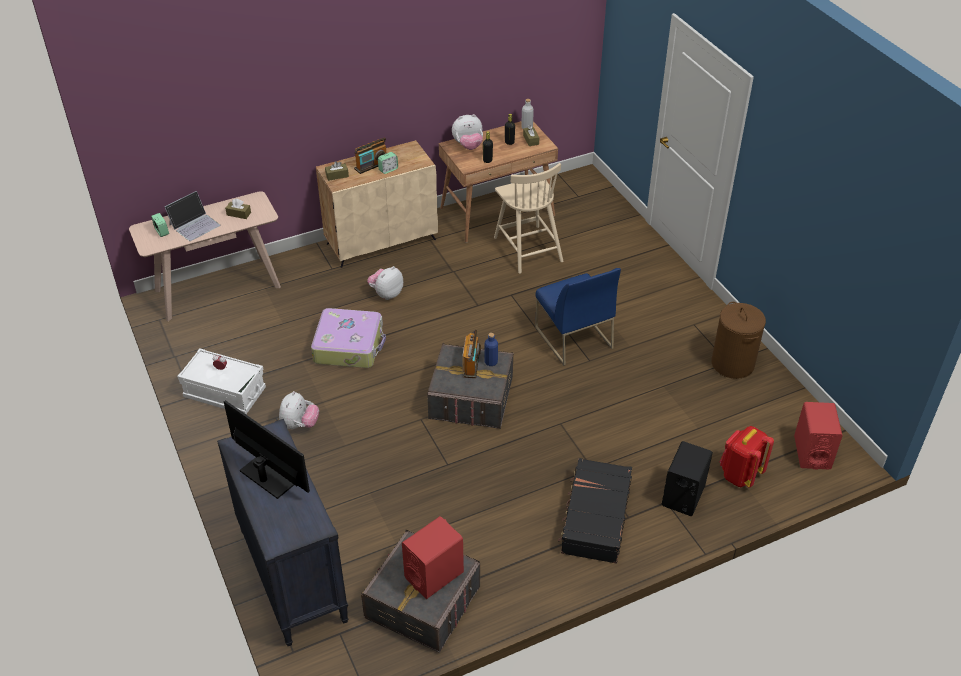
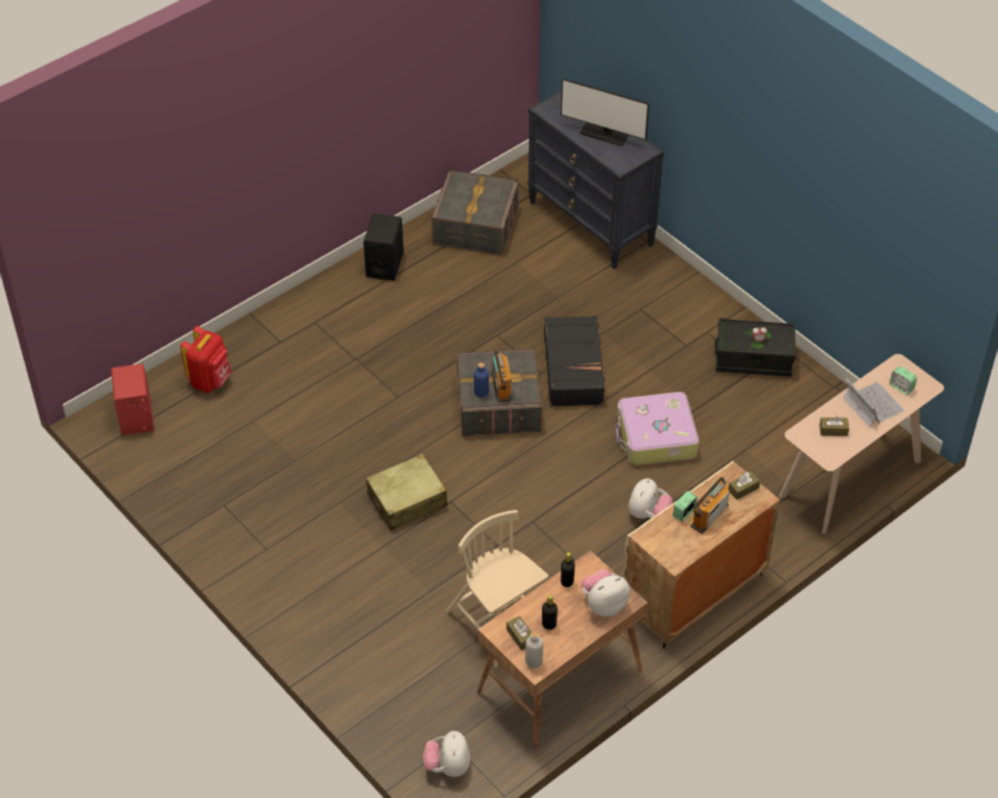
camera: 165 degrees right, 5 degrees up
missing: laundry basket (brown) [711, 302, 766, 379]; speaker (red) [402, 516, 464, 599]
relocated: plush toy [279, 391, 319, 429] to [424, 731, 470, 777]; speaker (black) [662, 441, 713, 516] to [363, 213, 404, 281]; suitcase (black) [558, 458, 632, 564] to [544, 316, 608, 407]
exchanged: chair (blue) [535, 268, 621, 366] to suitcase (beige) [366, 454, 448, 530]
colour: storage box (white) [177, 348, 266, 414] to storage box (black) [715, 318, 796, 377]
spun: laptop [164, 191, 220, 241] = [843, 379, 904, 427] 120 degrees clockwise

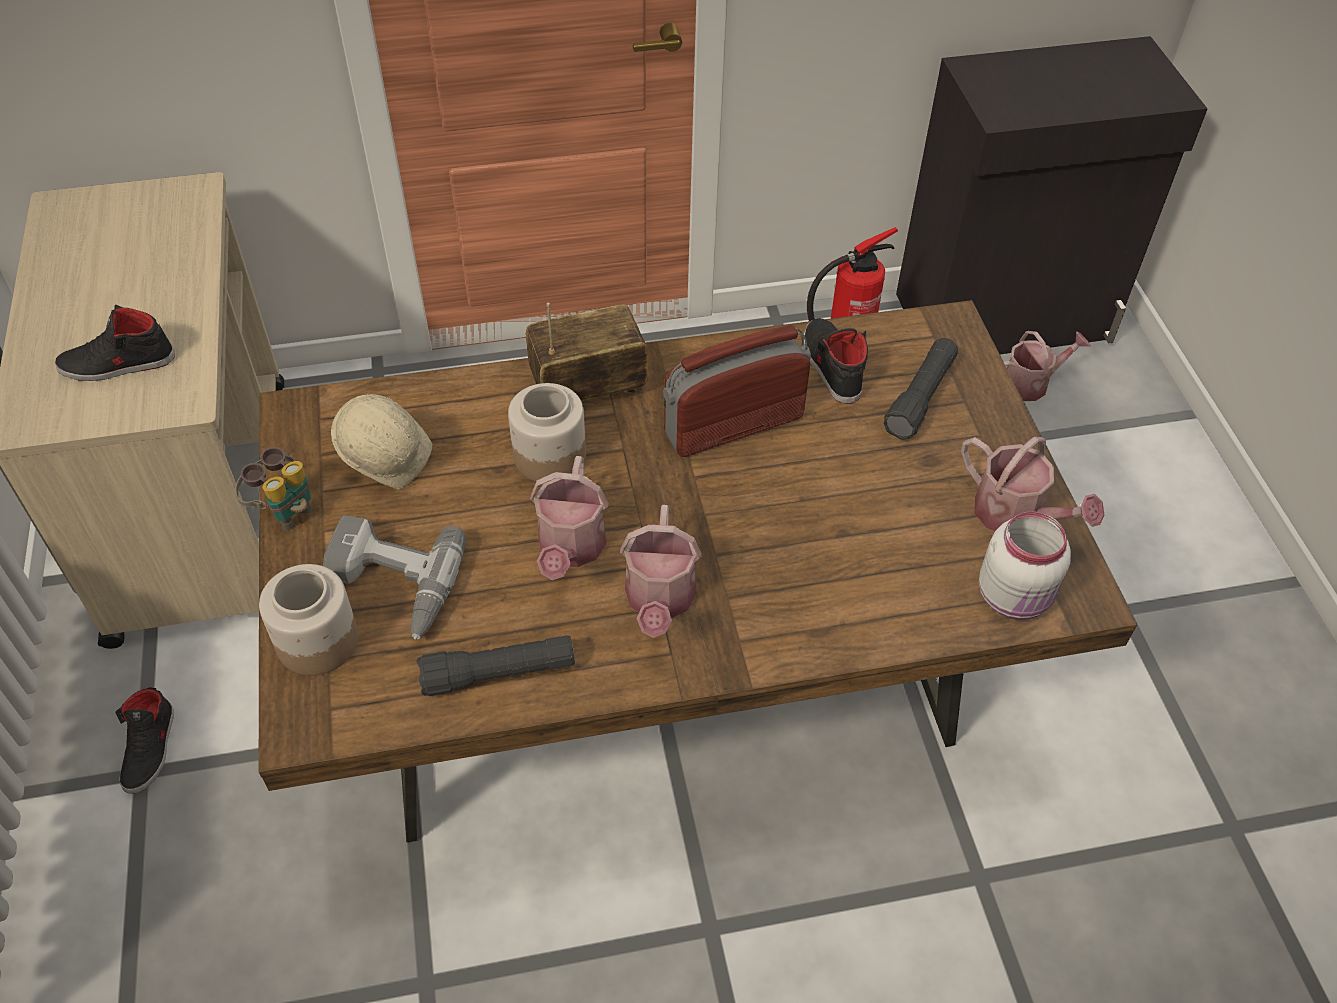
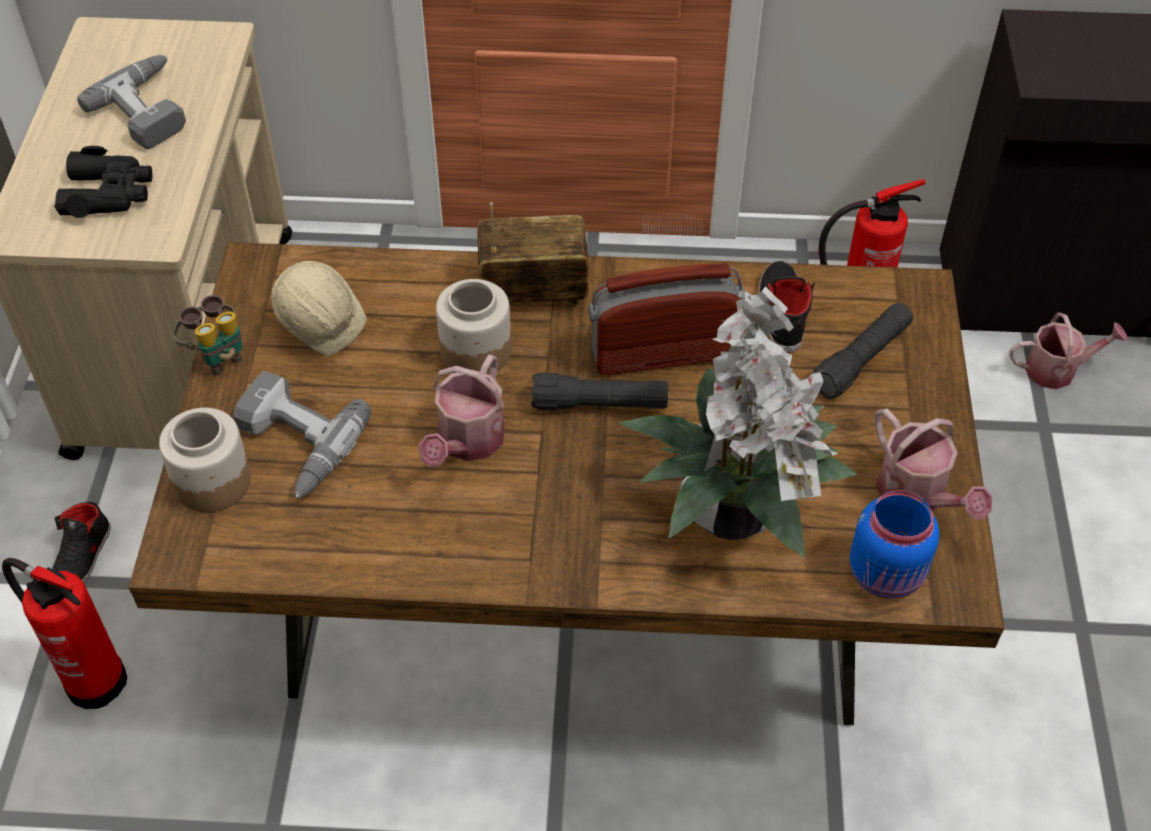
camera: 15 degrees right, 0 degrees up
missing: watering can [620, 505, 702, 638]
appeared: power drill [77, 55, 186, 149]; potted plant [619, 286, 857, 557]; fire extinguisher [2, 558, 127, 709]
relocated: flashlight (black) [416, 635, 575, 696] to [531, 373, 668, 410]
exchanged: shoe (black) [55, 305, 175, 381] to binoculars (black) [54, 146, 152, 218]
colour: jar (white) [979, 512, 1071, 620] to jar (blue) [849, 490, 939, 599]

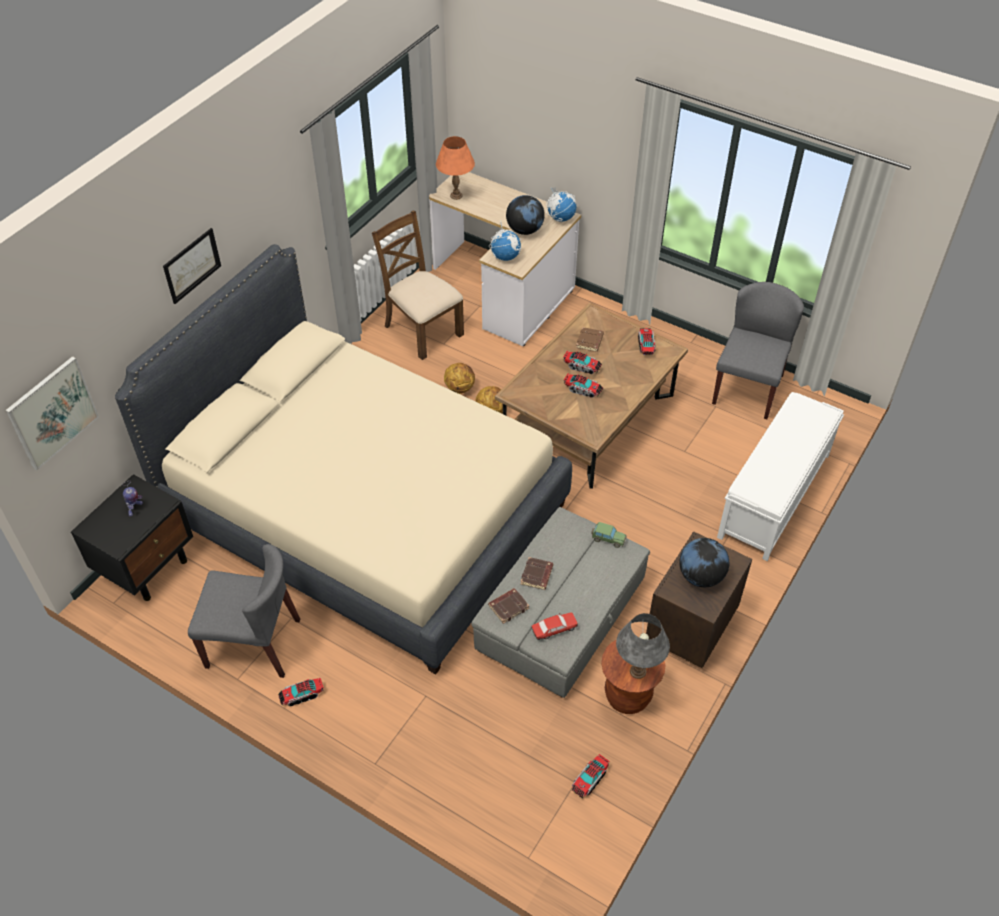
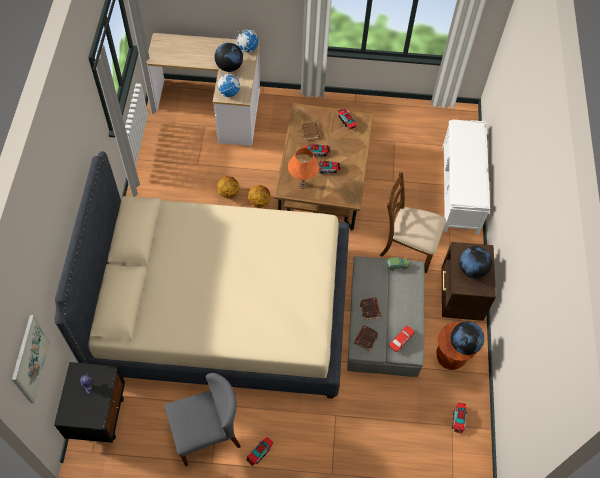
camera: 30 degrees left, 10 degrees up
missing: picture [163, 228, 221, 304]; chair (grey) [712, 282, 804, 419]
relocated: table lamp (orange) [436, 136, 475, 200] to [288, 148, 319, 189]; chair (brown) [372, 211, 464, 360] to [380, 172, 446, 273]
exchanged: table lamp (grey) [616, 613, 670, 679] to globe [451, 322, 484, 355]

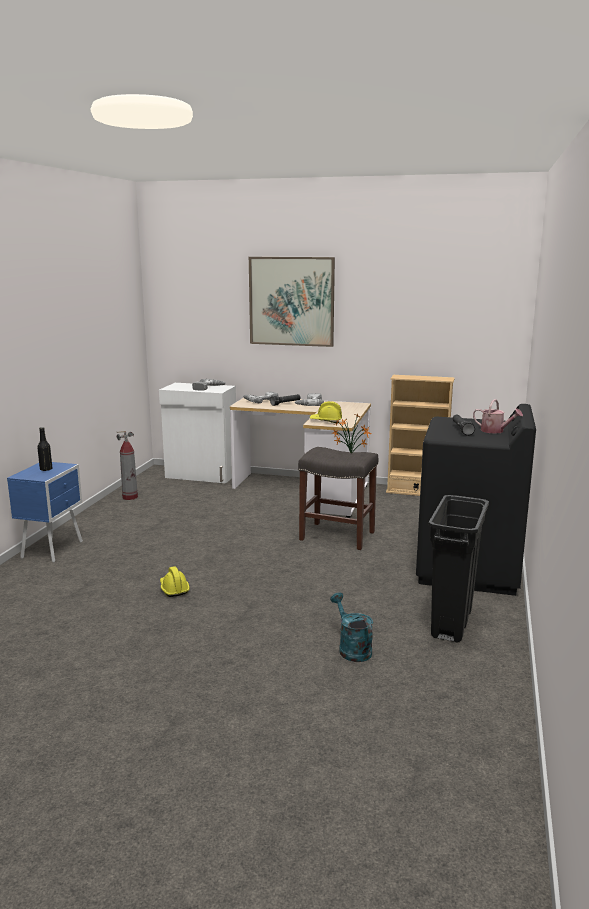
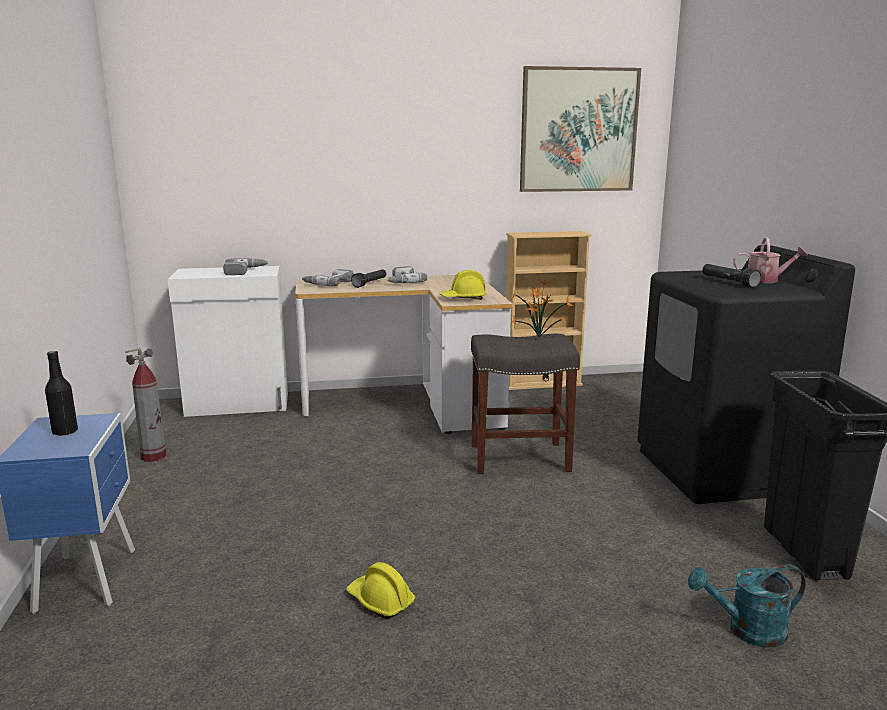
camera: 25 degrees left, 0 degrees up
relocated: picture [249, 257, 335, 347] to [520, 66, 641, 192]
spun: watering can (turquoise) [330, 593, 373, 662] = [688, 564, 806, 648] 45 degrees counterclockwise

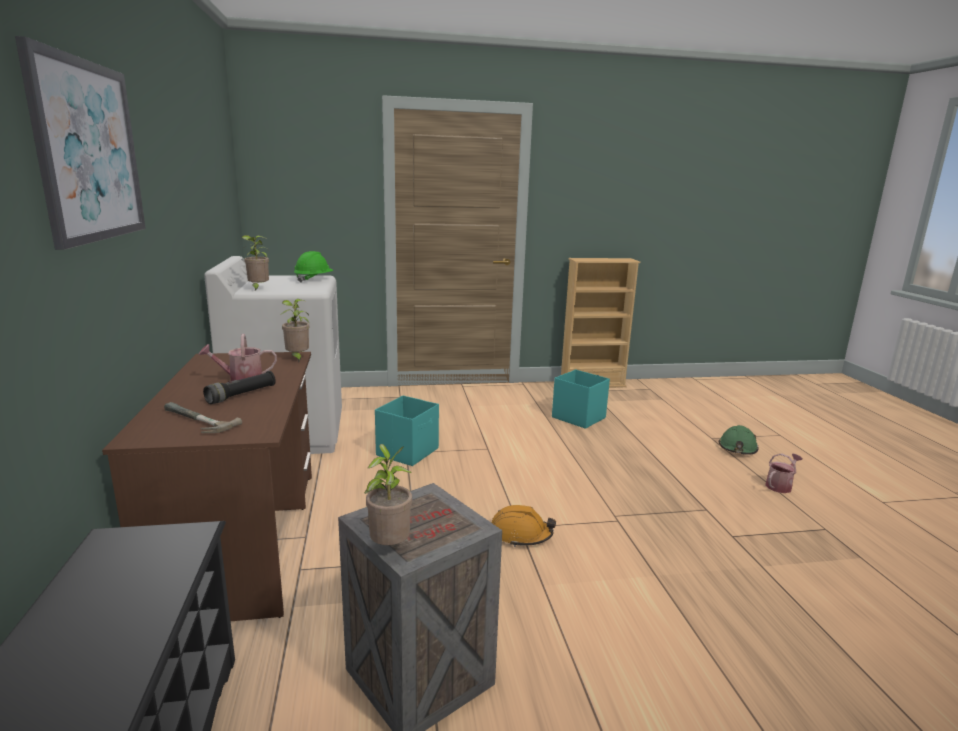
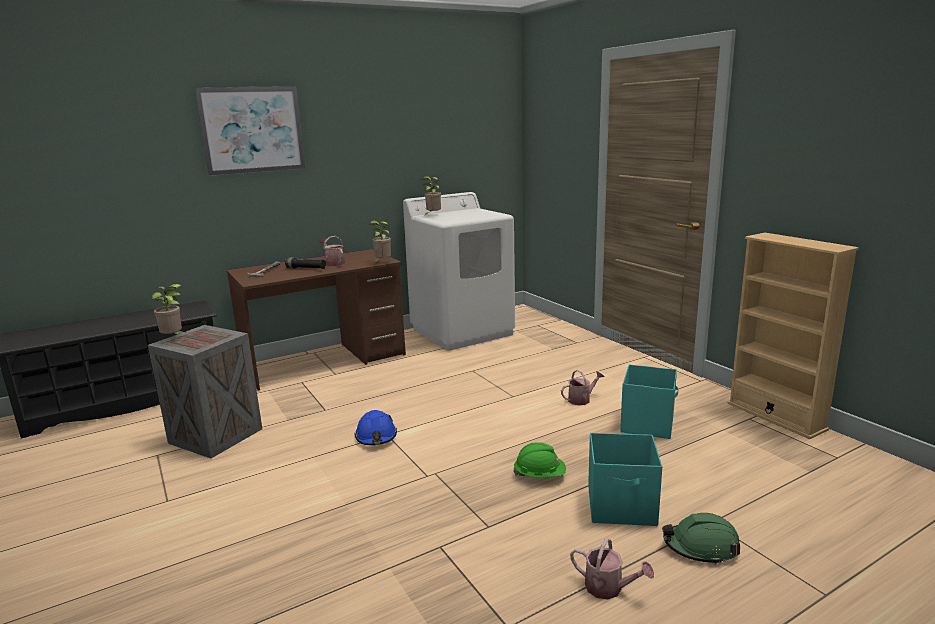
camera: 70 degrees right, 0 degrees up
appeared: watering can [561, 370, 604, 405]
relocated: hard hat (green) [294, 251, 334, 282] to [513, 442, 566, 477]; storage box (turquoise) [375, 395, 439, 466] to [588, 433, 662, 526]
colour: hard hat (orange) [492, 505, 556, 547] to hard hat (blue) [354, 410, 397, 445]

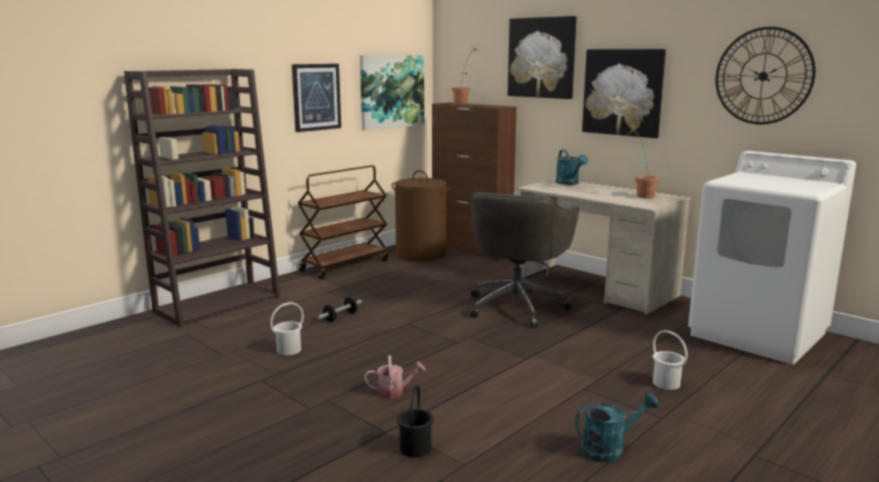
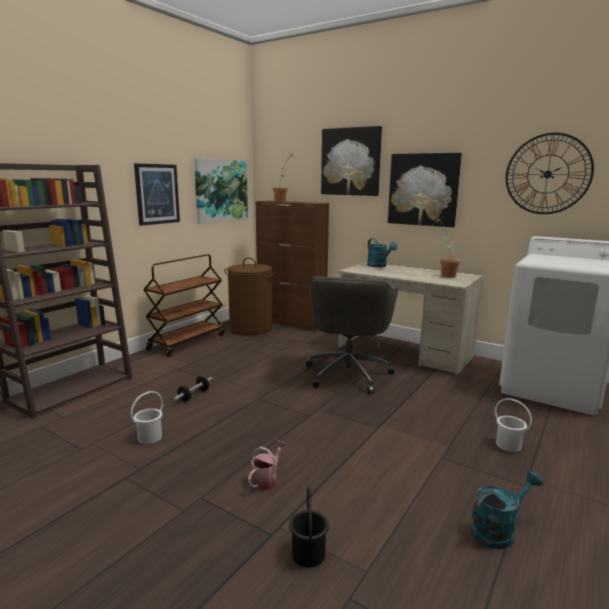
camera: 10 degrees left, 0 degrees up
spun: watering can [364, 355, 426, 399] = [248, 440, 287, 490] 45 degrees counterclockwise

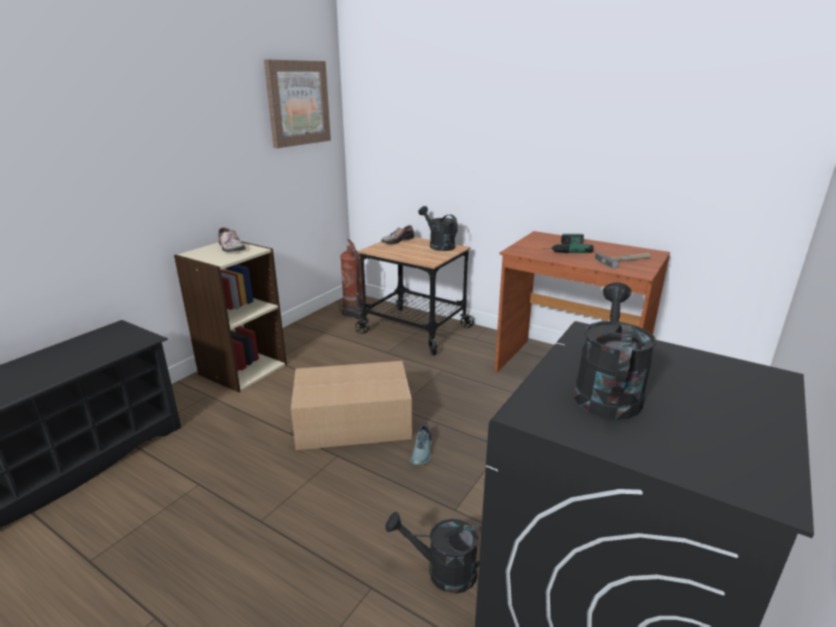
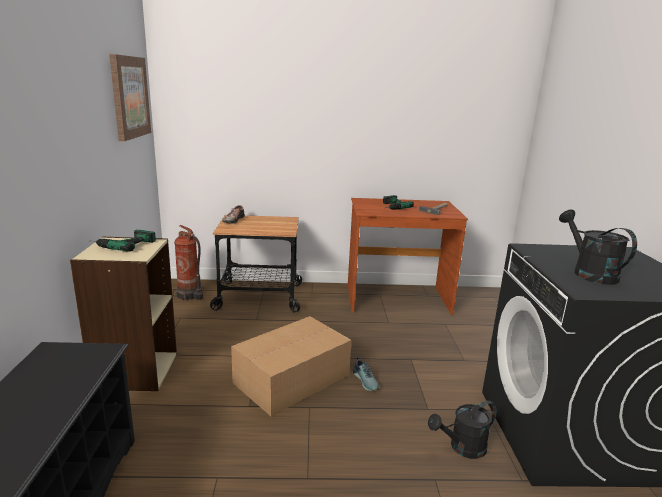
camera: 35 degrees left, 5 degrees down
missing: watering can (black) [418, 206, 458, 251]
exchanged: shoe [218, 227, 246, 252] to power drill [92, 230, 156, 252]

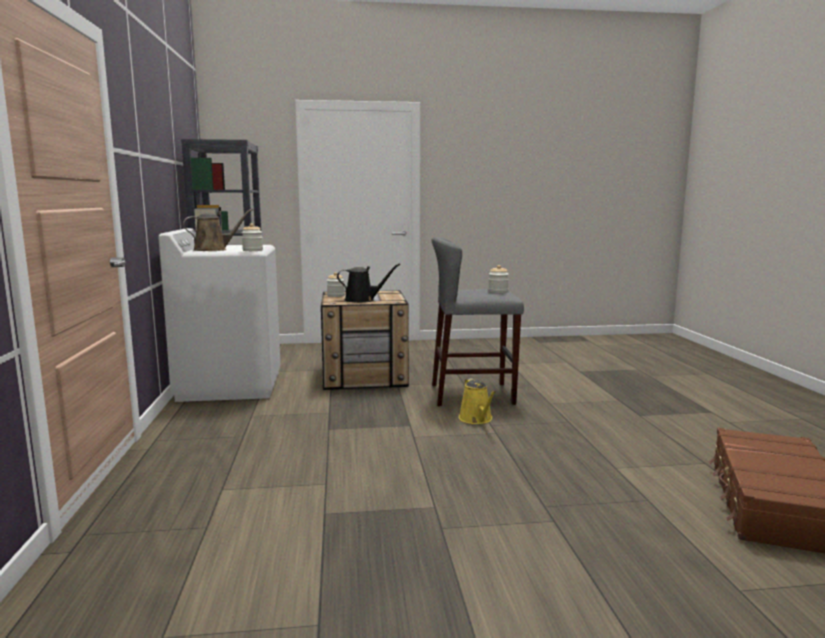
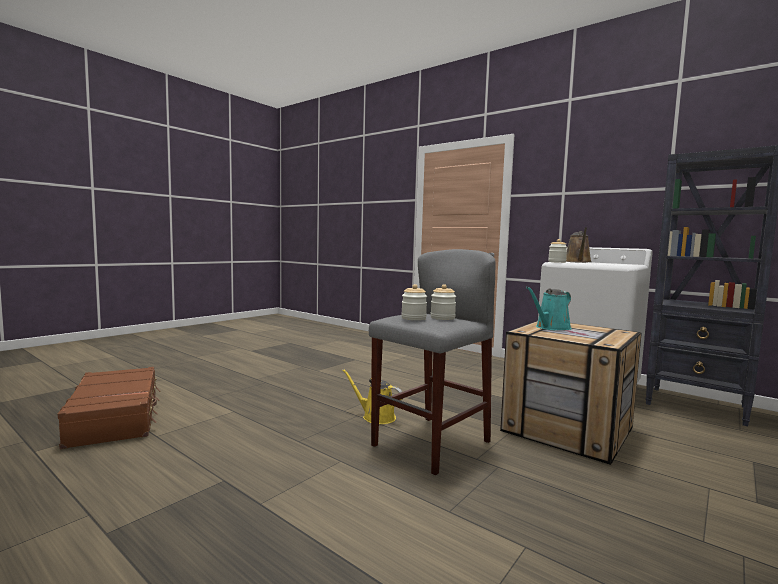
camera: 135 degrees right, 5 degrees down
relocated: jar [327, 272, 345, 297] to [431, 284, 456, 320]
colour: watering can (black) [337, 264, 400, 303] to watering can (turquoise) [526, 287, 572, 330]

